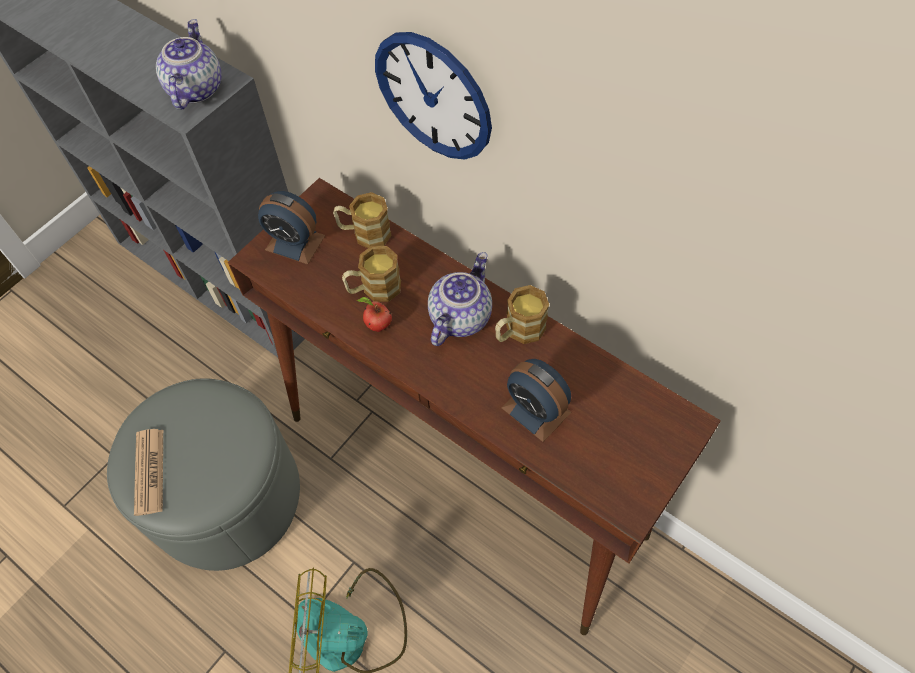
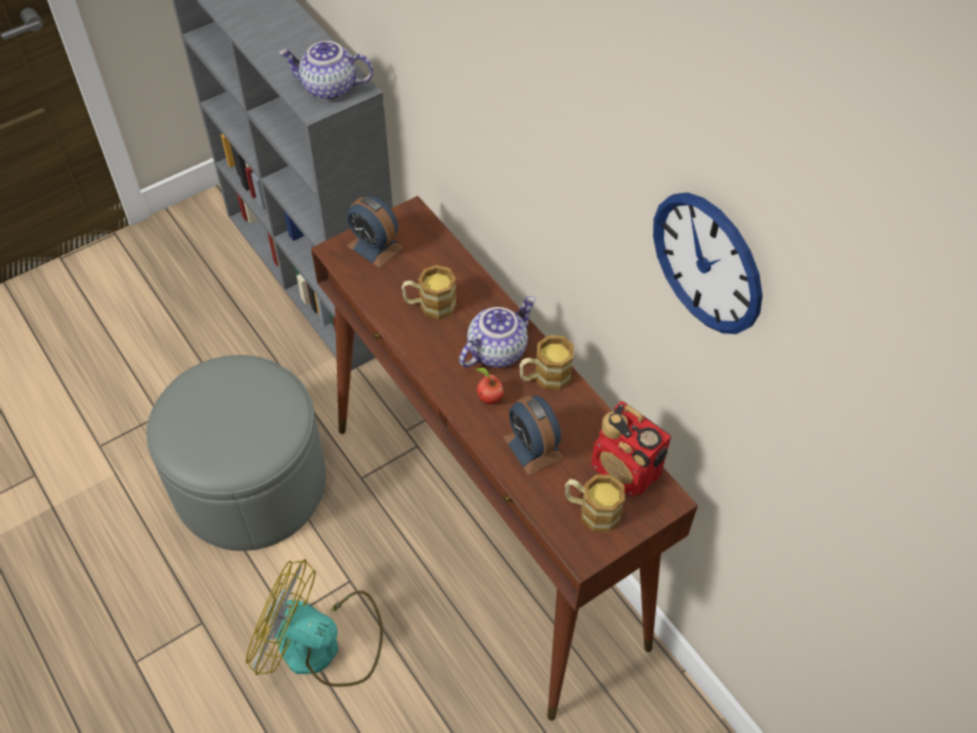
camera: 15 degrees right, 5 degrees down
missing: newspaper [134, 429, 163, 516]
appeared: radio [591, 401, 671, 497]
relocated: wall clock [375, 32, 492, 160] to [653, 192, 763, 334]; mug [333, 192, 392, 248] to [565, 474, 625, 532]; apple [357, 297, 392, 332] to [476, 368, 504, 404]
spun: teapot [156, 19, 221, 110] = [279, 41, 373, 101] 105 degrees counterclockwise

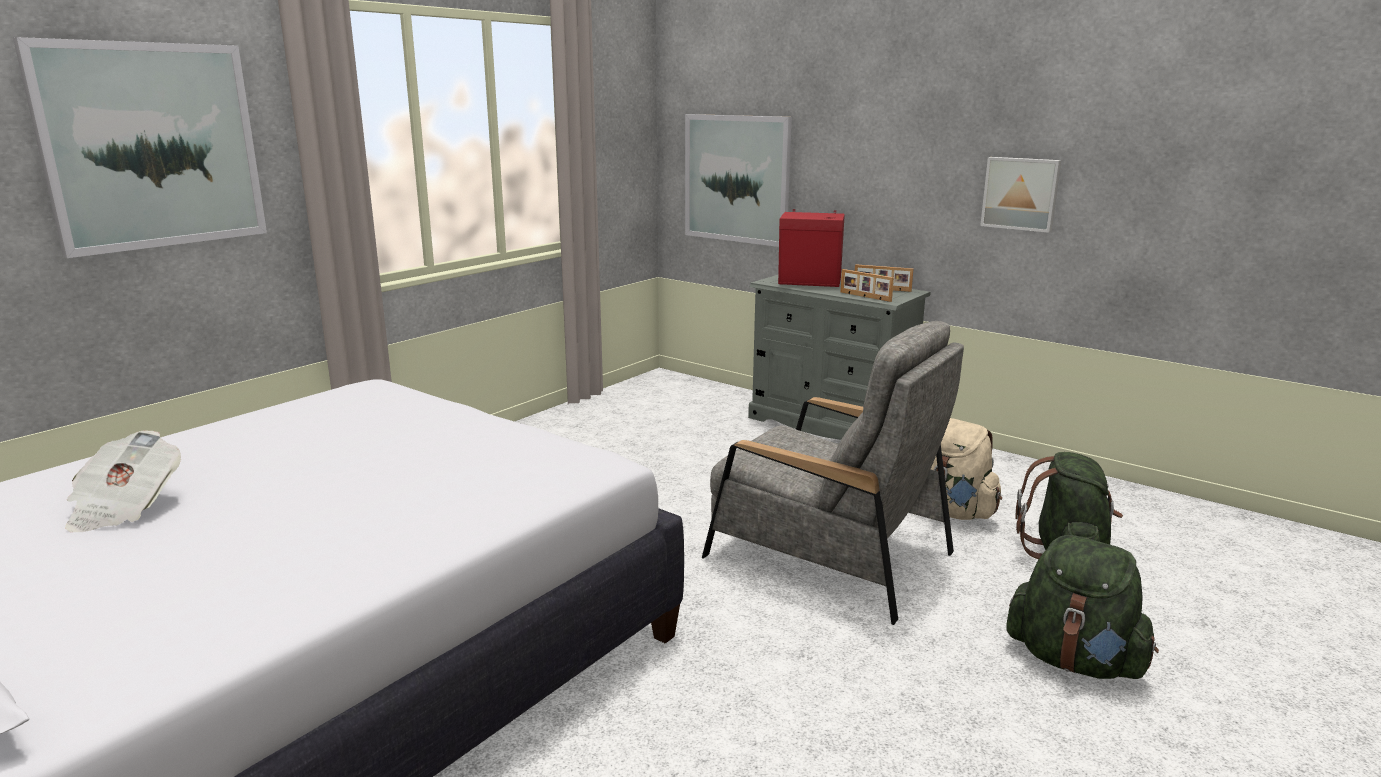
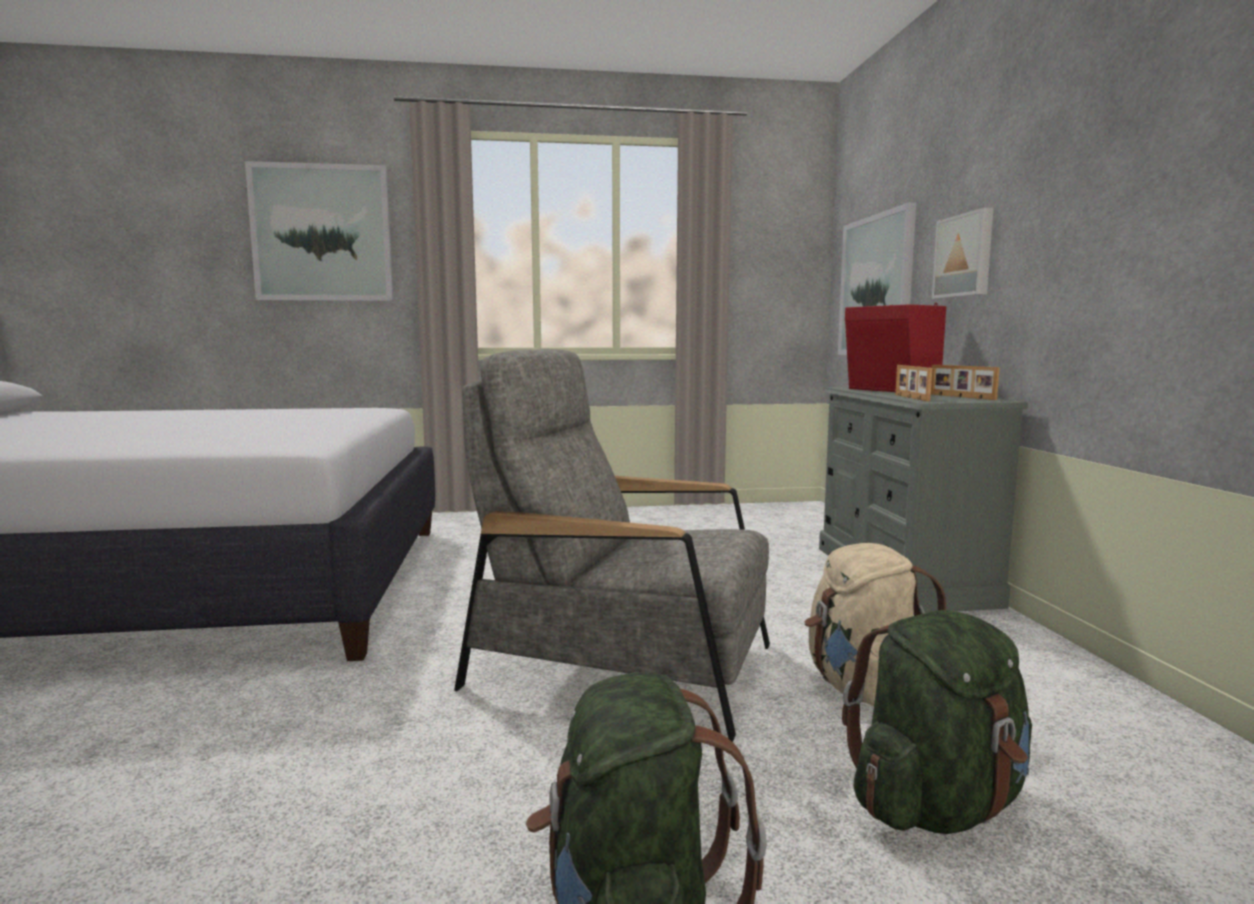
camera: 45 degrees right, 10 degrees down
missing: newspaper [65, 430, 181, 532]
relocated: picture [980, 157, 1061, 233] to [932, 208, 994, 299]
spun: armchair (grey) [702, 321, 964, 625] = [454, 349, 770, 742] 120 degrees clockwise

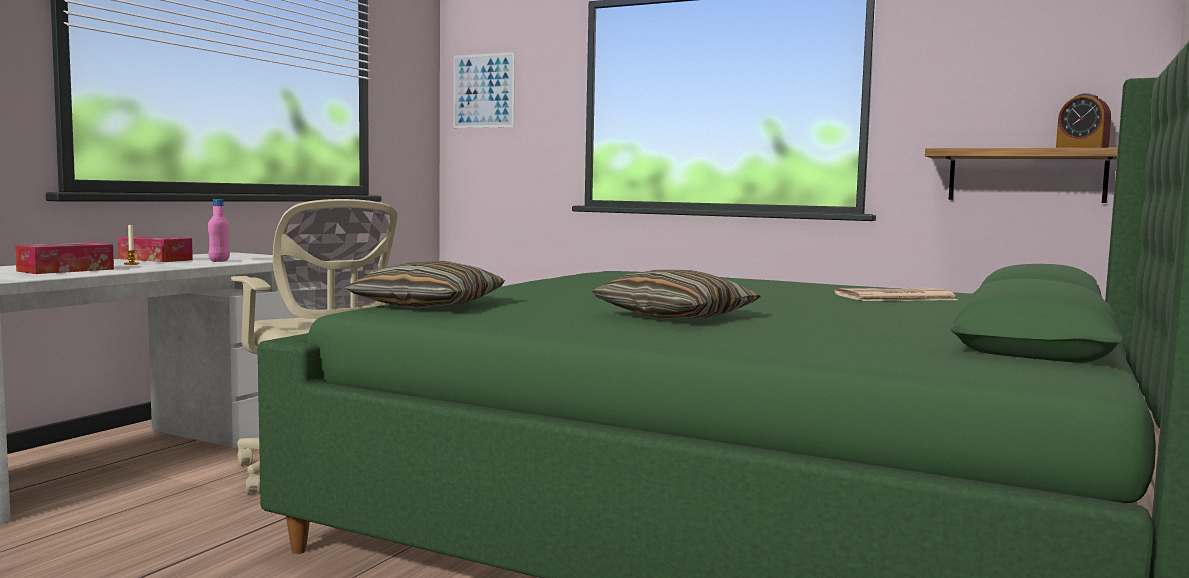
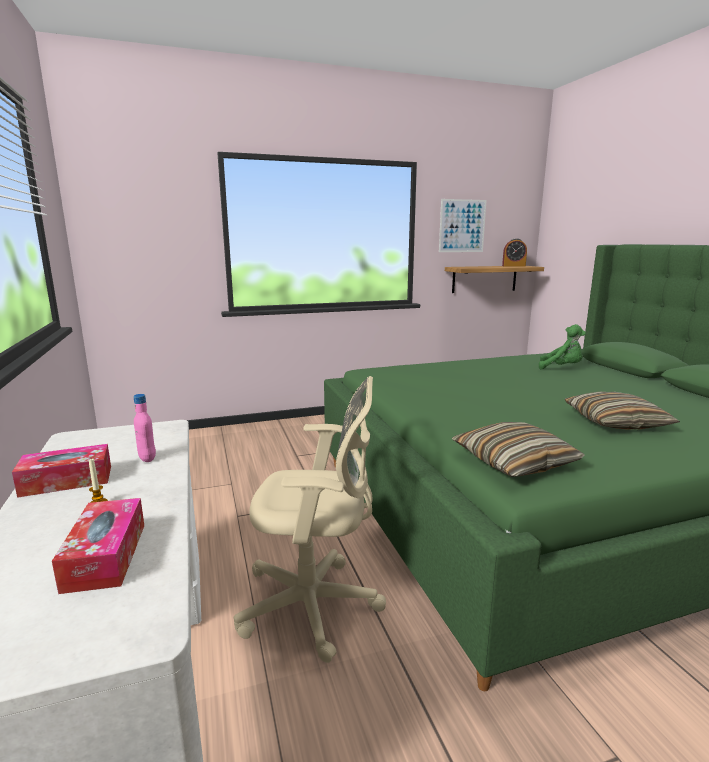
camera: 45 degrees left, 10 degrees up
relocated: picture [453, 52, 515, 128] to [439, 199, 487, 252]
exchanged: newspaper [835, 288, 958, 301] to plush toy (green) [539, 324, 586, 370]

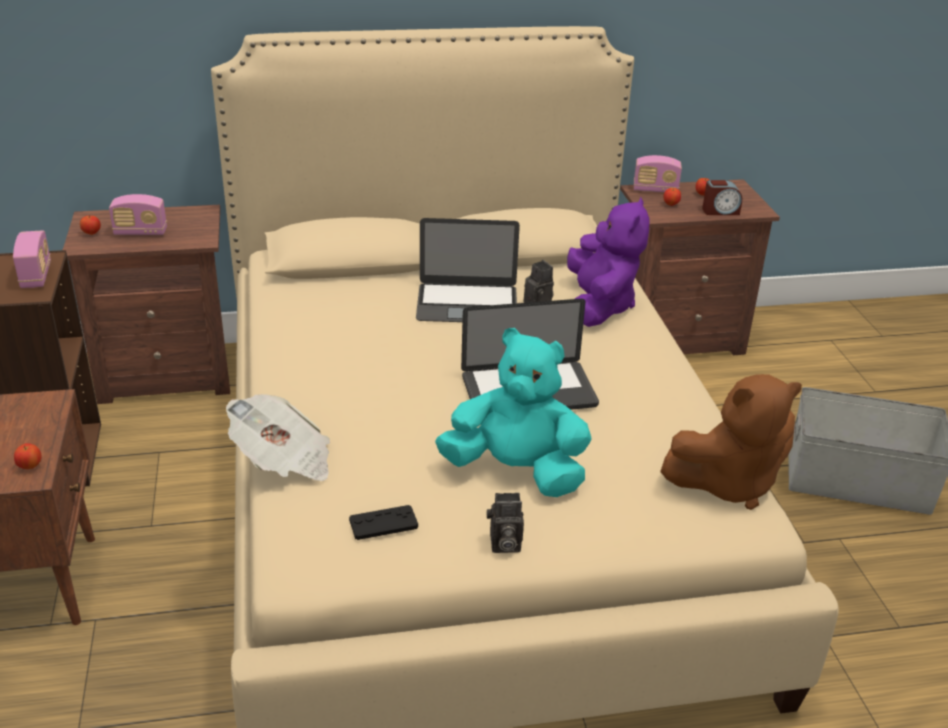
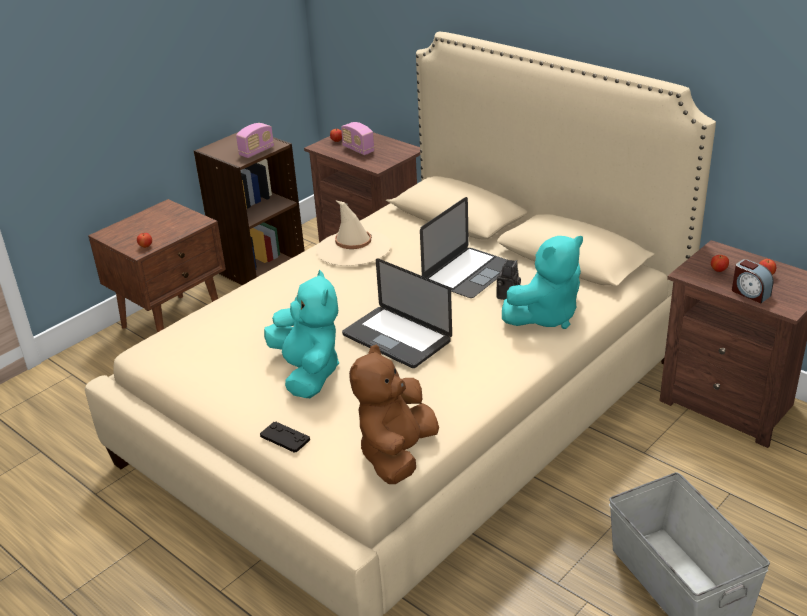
camera: 55 degrees right, 0 degrees up
missing: radio [634, 155, 682, 193]; newspaper [226, 394, 330, 481]; photo camera [486, 493, 524, 553]
appeared: hat (beige) [316, 200, 391, 266]
relocated: game controller (black) [349, 505, 418, 540] to [260, 421, 310, 453]
colour: plush toy (purple) [567, 197, 650, 327] to plush toy (turquoise) [502, 236, 583, 329]
spun: laptop [416, 218, 520, 322] = [420, 197, 507, 298] 105 degrees counterclockwise; plush toy (brown) [660, 374, 802, 510] = [349, 345, 439, 484] 75 degrees clockwise

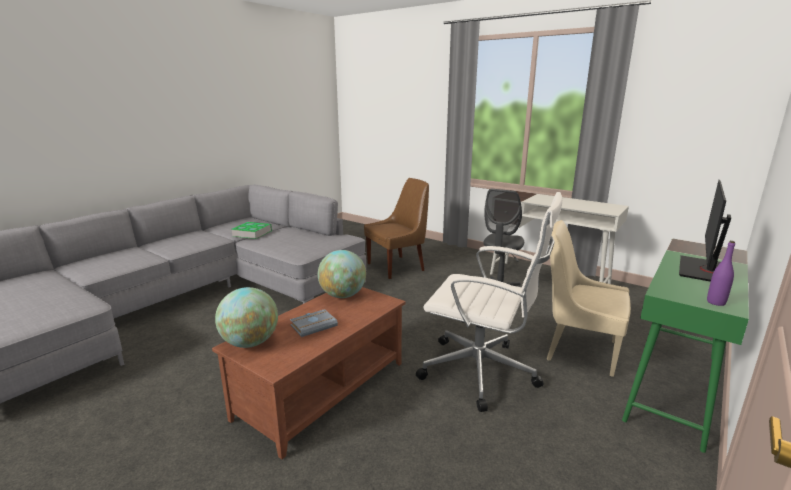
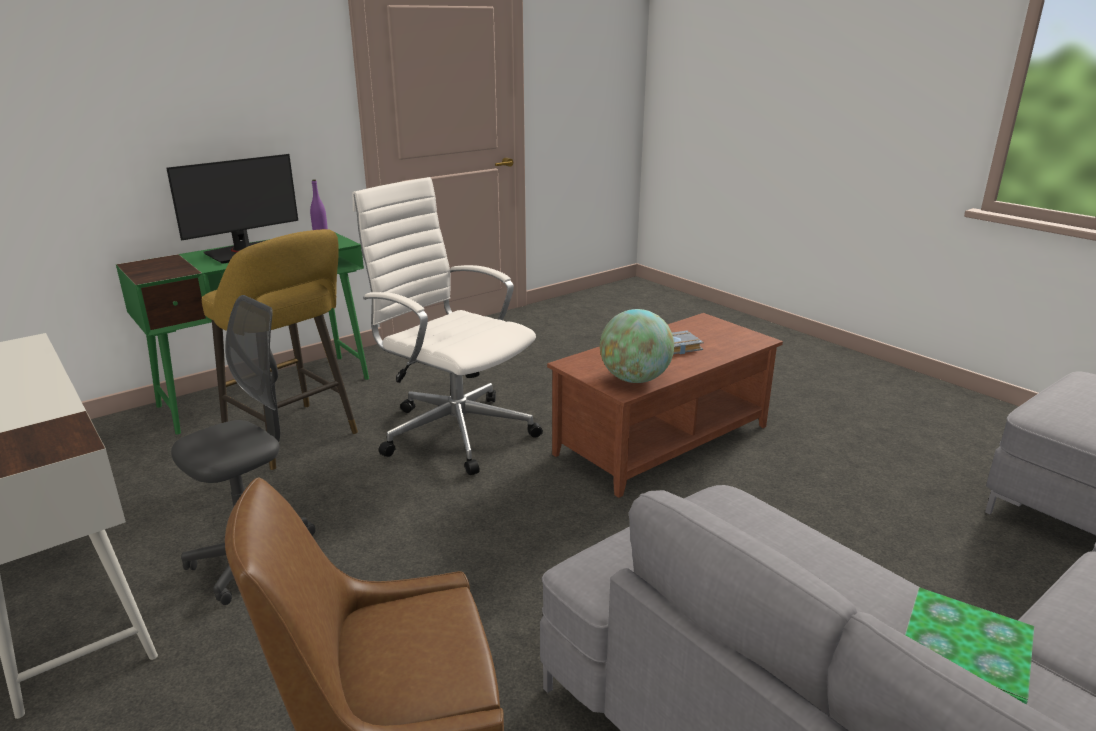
camera: 165 degrees left, 5 degrees up
missing: globe [215, 287, 278, 348]
exchanged: chair (beige) [547, 220, 631, 377] to stool (yellow) [202, 229, 358, 470]

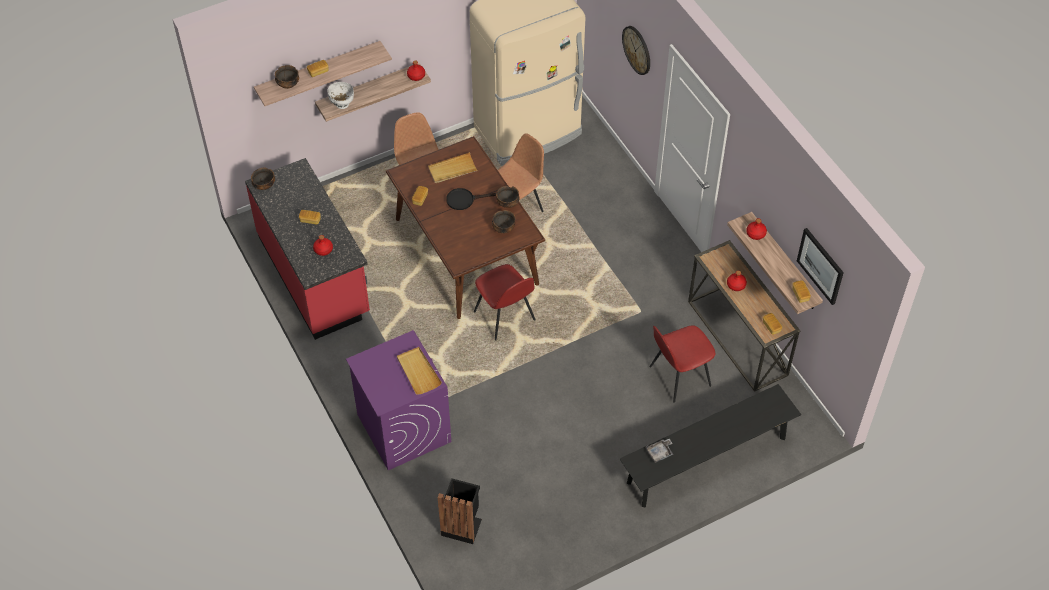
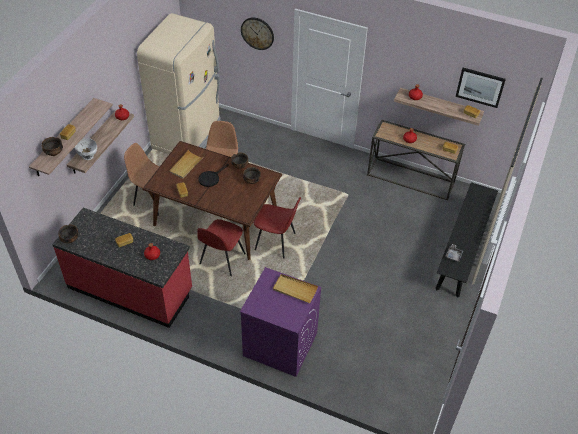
camera: 40 degrees left, 5 degrees down
missing: trash can (black) [438, 479, 482, 544]
relocated: chair (red) [650, 326, 715, 403] to [197, 219, 246, 276]

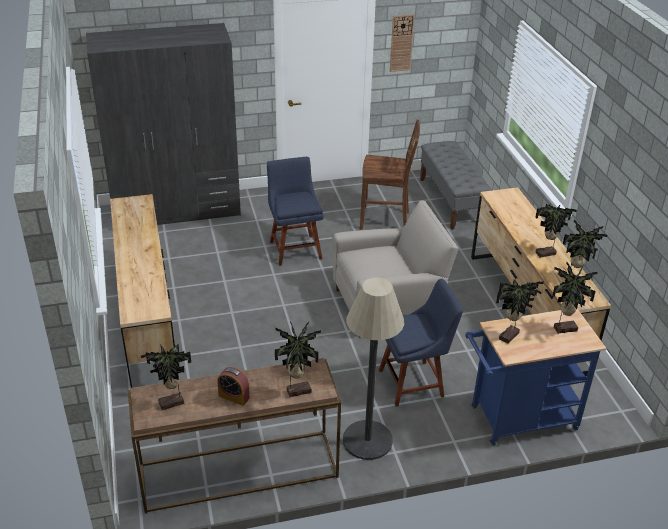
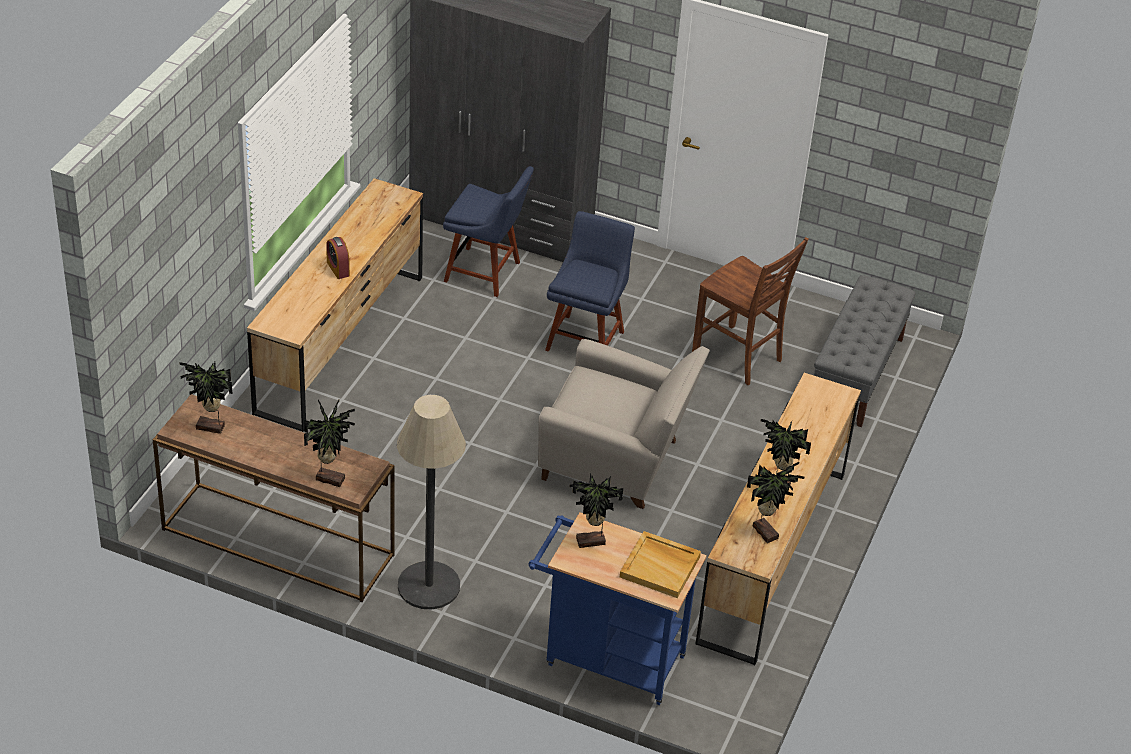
camera: 35 degrees right, 5 degrees up
missing: wall clock [390, 14, 415, 72]
relocated: chair (blue) [379, 279, 463, 407] to [443, 166, 534, 297]; alarm clock [217, 367, 250, 406] to [326, 237, 350, 279]
exchanged: potted plant [552, 262, 598, 334] to tray (beige) [620, 531, 701, 598]

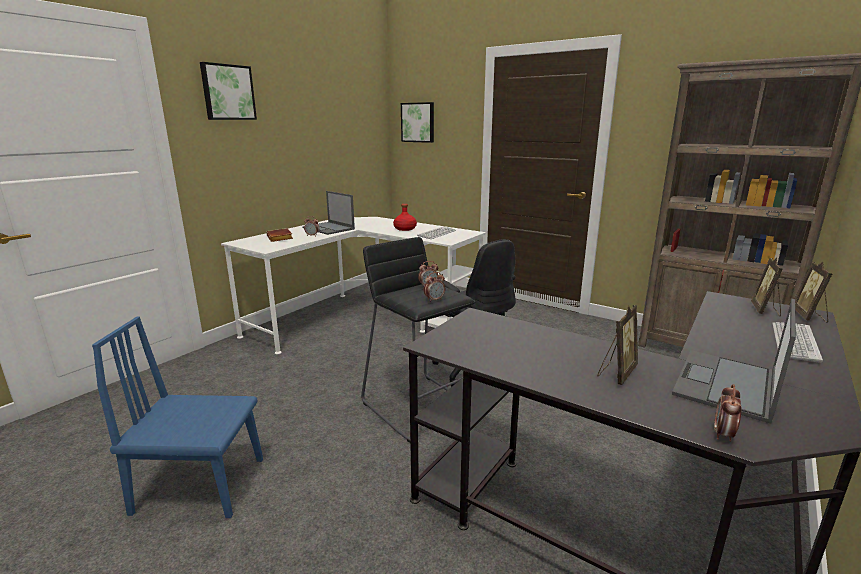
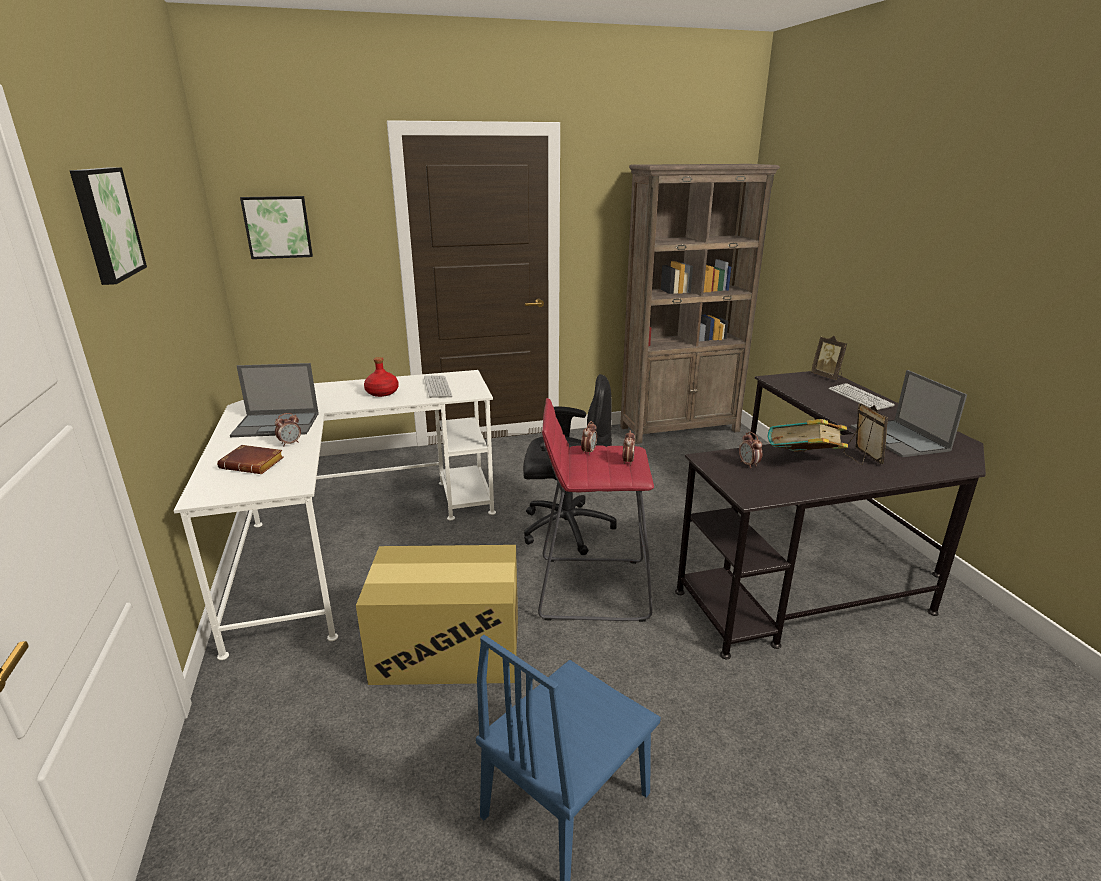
camera: 50 degrees left, 5 degrees up
missing: picture frame [751, 258, 783, 316]
appeared: book [767, 419, 848, 452]; cardboard box [356, 545, 518, 685]
relocated: alarm clock [714, 384, 742, 442] to [739, 432, 762, 468]
colour: stool (black) [361, 237, 476, 443] to stool (red) [538, 398, 654, 622]

